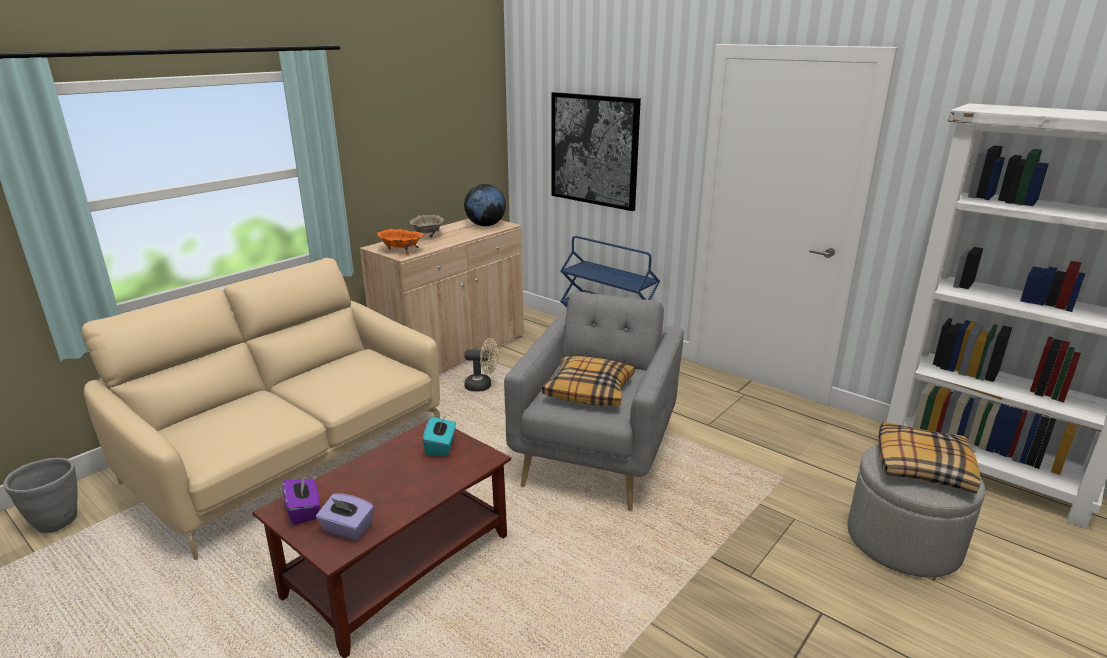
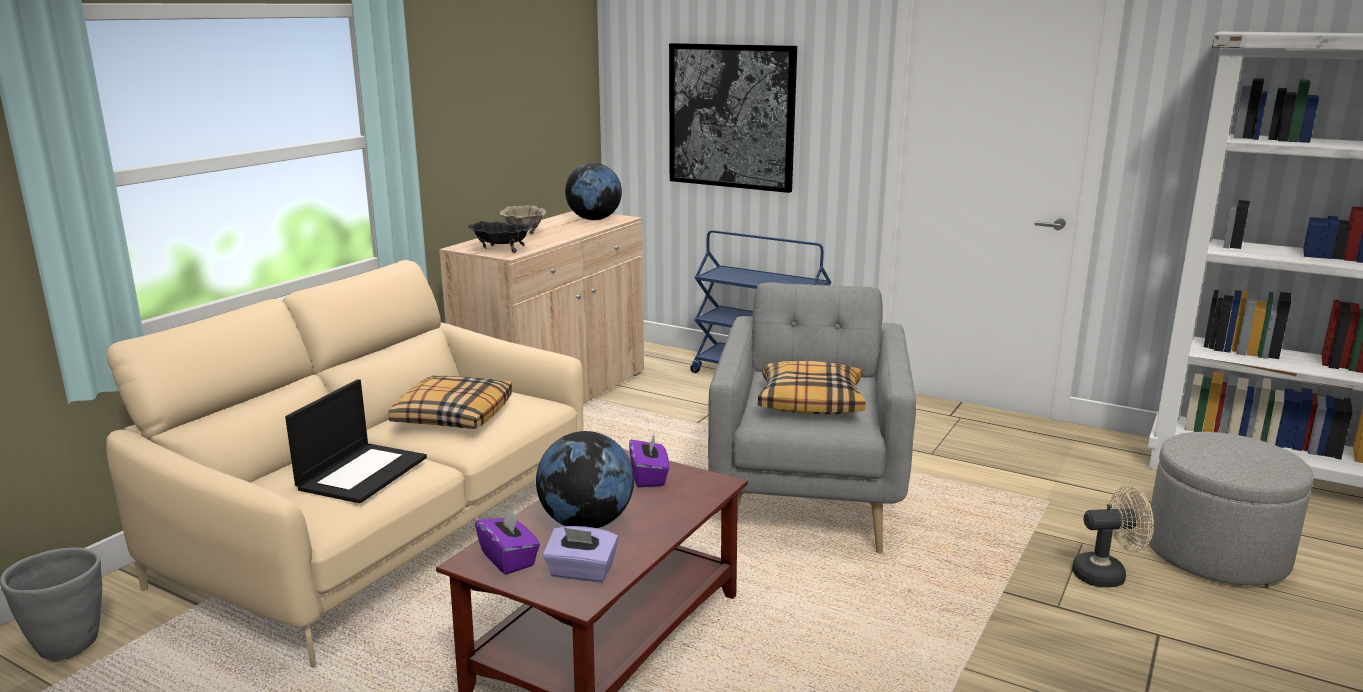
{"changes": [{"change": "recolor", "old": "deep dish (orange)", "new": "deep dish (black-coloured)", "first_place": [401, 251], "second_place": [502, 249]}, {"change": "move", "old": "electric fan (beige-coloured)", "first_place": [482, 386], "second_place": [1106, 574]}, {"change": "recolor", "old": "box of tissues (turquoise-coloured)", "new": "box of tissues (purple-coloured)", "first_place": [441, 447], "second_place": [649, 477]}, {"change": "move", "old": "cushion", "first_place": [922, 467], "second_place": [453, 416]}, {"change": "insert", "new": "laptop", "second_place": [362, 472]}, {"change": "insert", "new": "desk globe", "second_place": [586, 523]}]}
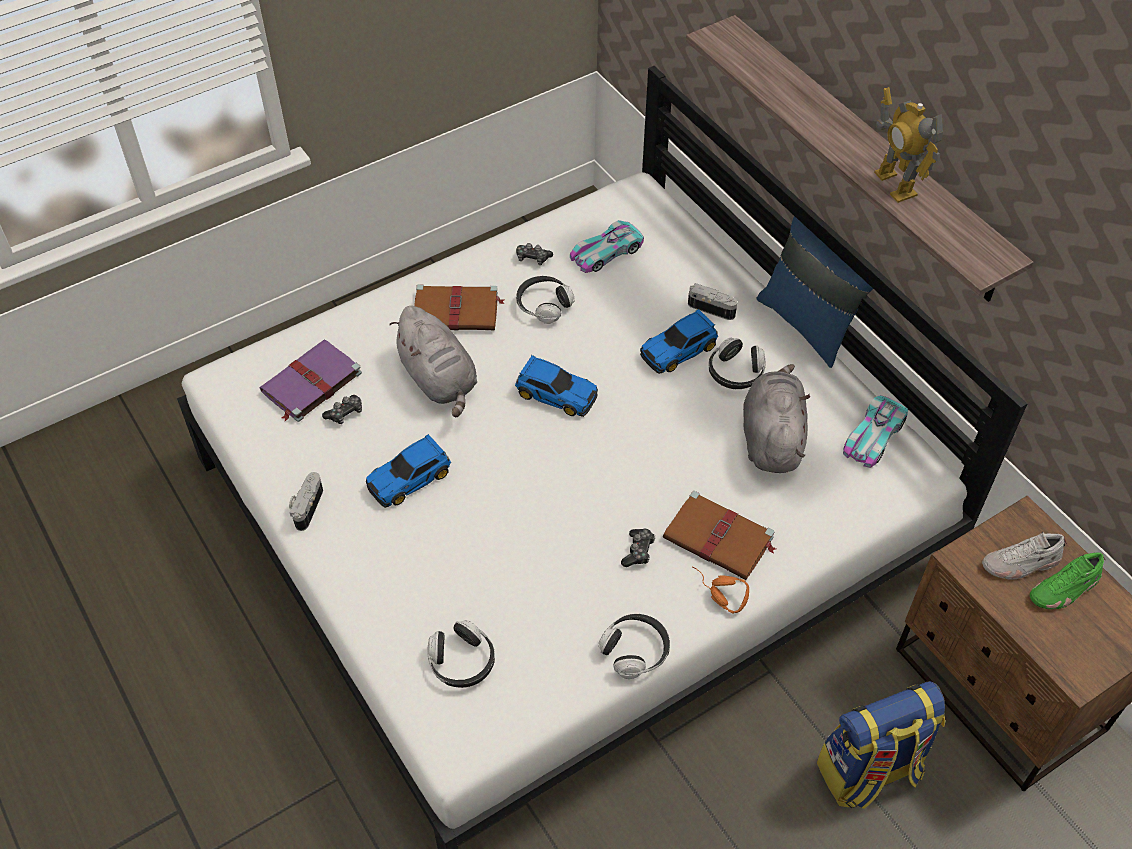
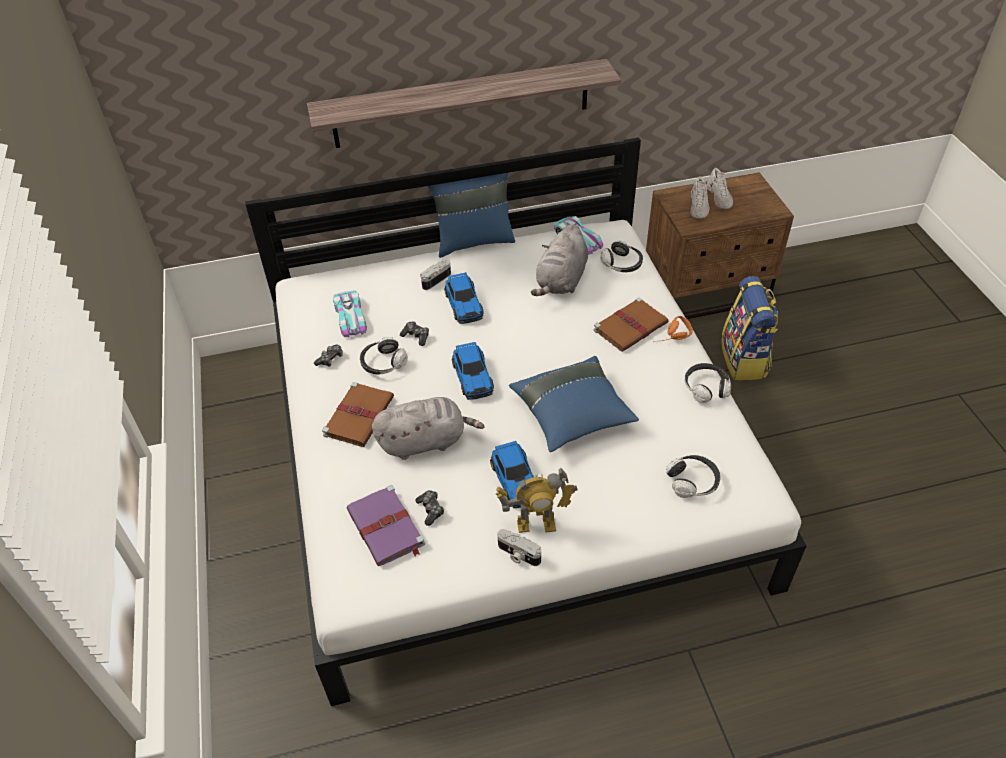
{"changes": [{"change": "move", "old": "toy robot", "first_place": [895, 184], "second_place": [536, 524]}, {"change": "move", "old": "pair of headphones", "first_place": [735, 373], "second_place": [621, 264]}, {"change": "rotate", "old": "model car", "first_place": [555, 393], "second_place": [473, 376], "degrees": 120}, {"change": "rotate", "old": "soft toy (greyish)", "first_place": [771, 438], "second_place": [561, 281], "degrees": -90}, {"change": "move", "old": "gamepad", "first_place": [638, 551], "second_place": [416, 336]}, {"change": "recolor", "old": "shoe (green-coloured)", "new": "shoe (whitish)", "first_place": [1064, 589], "second_place": [719, 197]}, {"change": "insert", "new": "cushion (blue-coloured)", "second_place": [572, 415]}]}
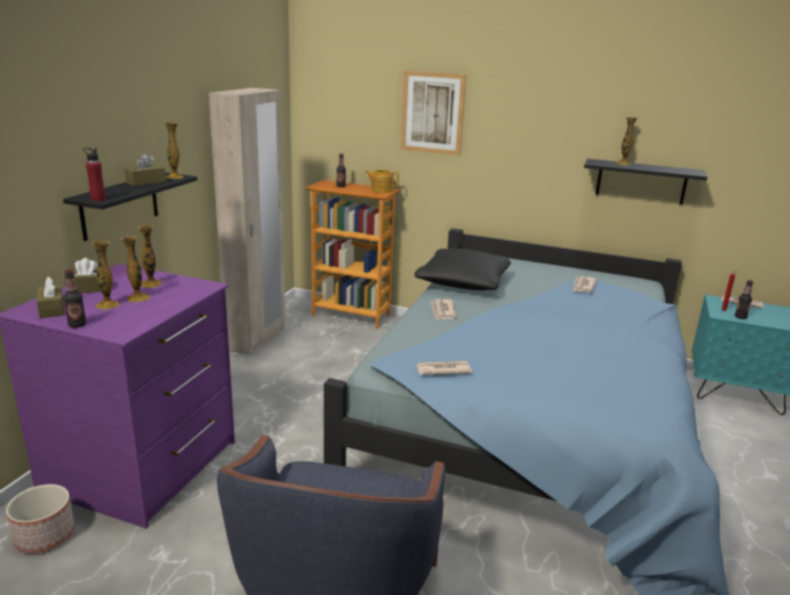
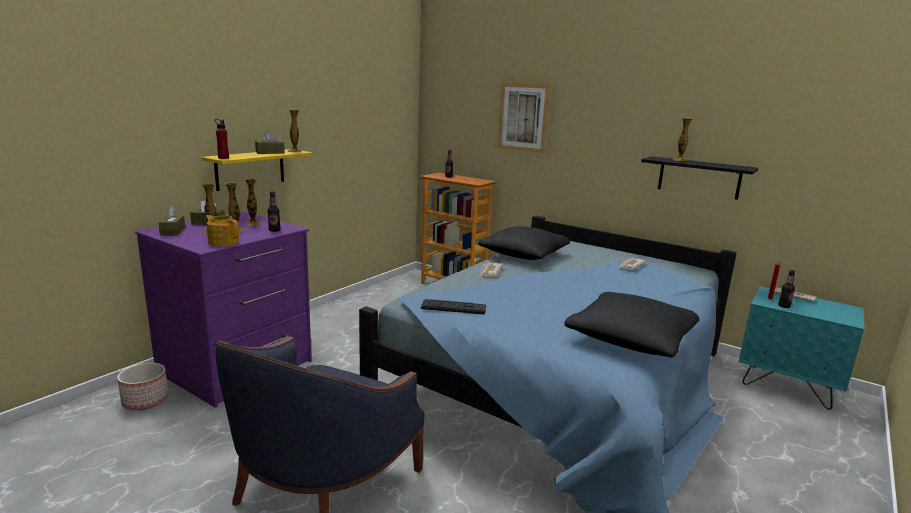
{"changes": [{"change": "delete", "old": "wardrobe (beige-coloured)", "first_place": [257, 339]}, {"change": "move", "old": "teapot", "first_place": [381, 190], "second_place": [223, 242]}, {"change": "recolor", "old": "wall shelf (black-coloured)", "new": "wall shelf (yellow)", "first_place": [120, 206], "second_place": [250, 169]}, {"change": "move", "old": "bottle", "first_place": [77, 325], "second_place": [274, 230]}, {"change": "replace", "old": "daily paper", "new": "PC keyboard", "first_place": [442, 370], "second_place": [453, 307]}, {"change": "insert", "new": "cushion (black-coloured)", "second_place": [631, 339]}]}
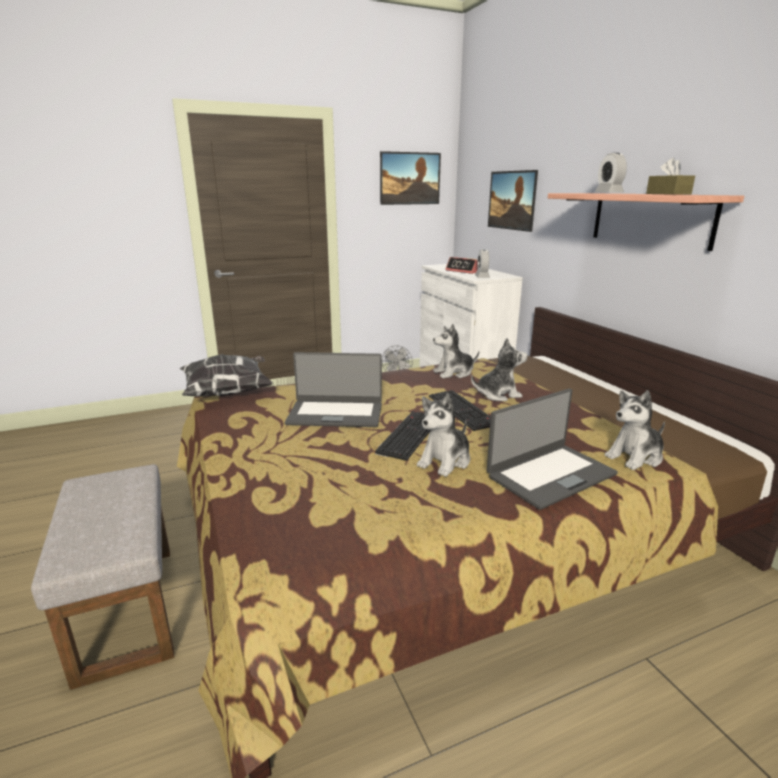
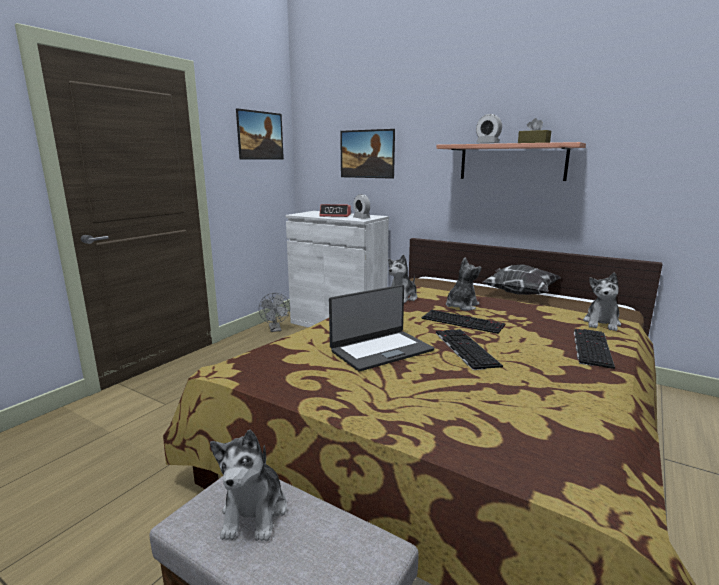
{"changes": [{"change": "move", "old": "cushion", "first_place": [228, 393], "second_place": [519, 294]}, {"change": "replace", "old": "laptop", "new": "PC keyboard", "first_place": [550, 474], "second_place": [590, 347]}, {"change": "move", "old": "soft toy", "first_place": [445, 461], "second_place": [254, 512]}]}
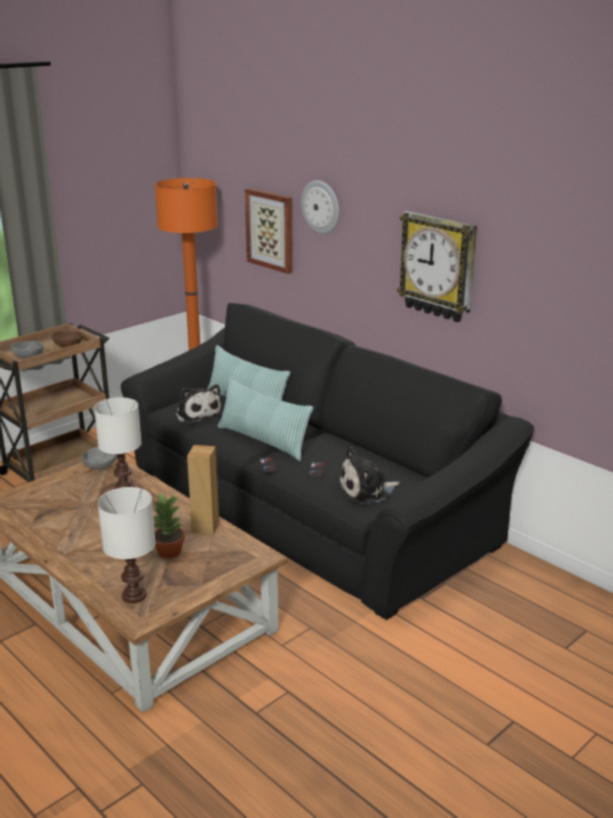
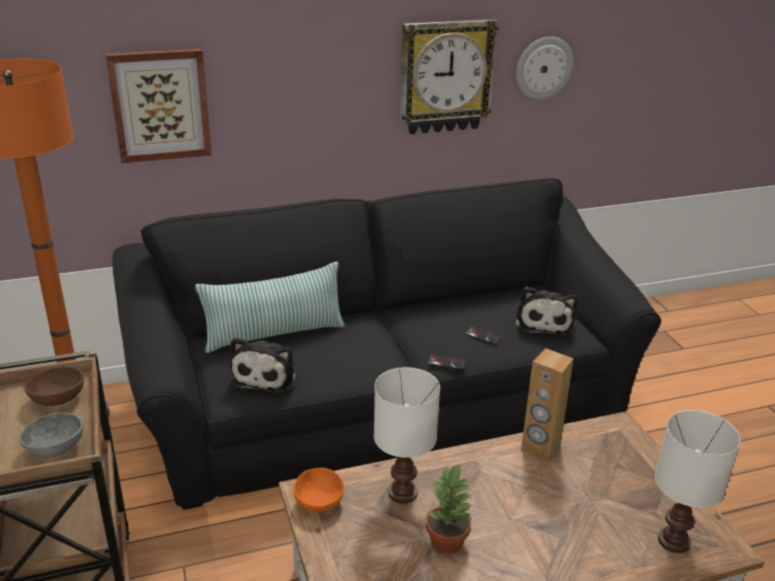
{"changes": [{"change": "move", "old": "clock on the wall", "first_place": [321, 207], "second_place": [543, 68]}, {"change": "delete", "old": "cushion", "first_place": [263, 440]}, {"change": "rotate", "old": "soft toy", "first_place": [197, 414], "second_place": [266, 375], "degrees": 105}, {"change": "recolor", "old": "deep dish (greyish)", "new": "deep dish (orange)", "first_place": [100, 466], "second_place": [320, 502]}, {"change": "move", "old": "potted plant", "first_place": [169, 552], "second_place": [447, 541]}]}
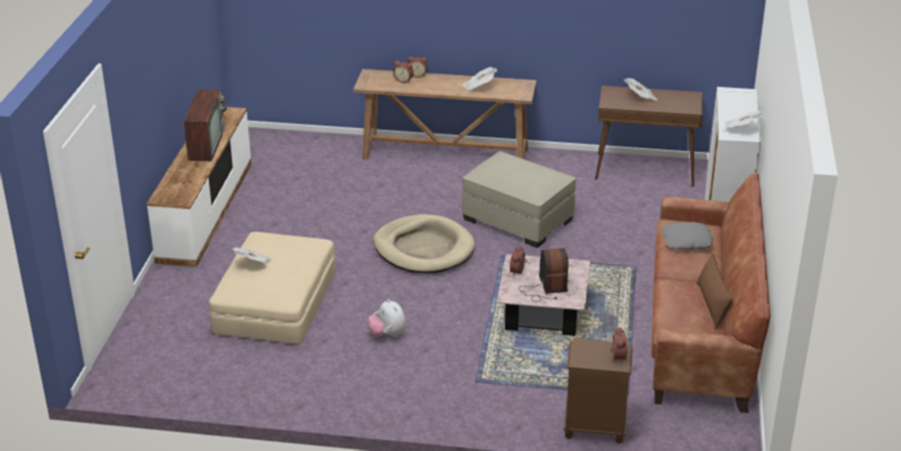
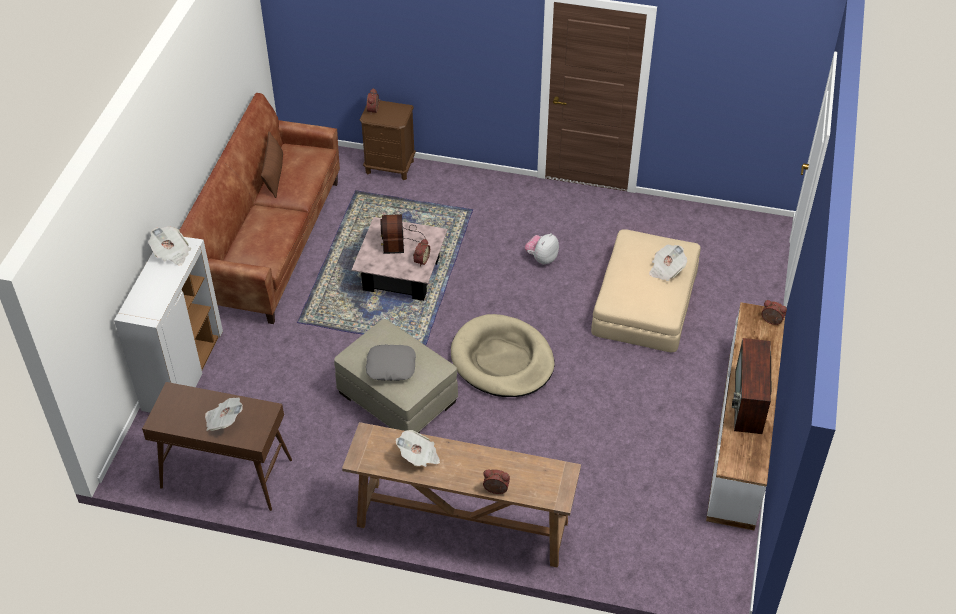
{"changes": [{"change": "move", "old": "table clock", "first_place": [404, 80], "second_place": [771, 321]}, {"change": "move", "old": "cushion (greyish)", "first_place": [686, 241], "second_place": [391, 366]}, {"change": "rotate", "old": "soft toy", "first_place": [387, 335], "second_place": [541, 258], "degrees": -120}]}
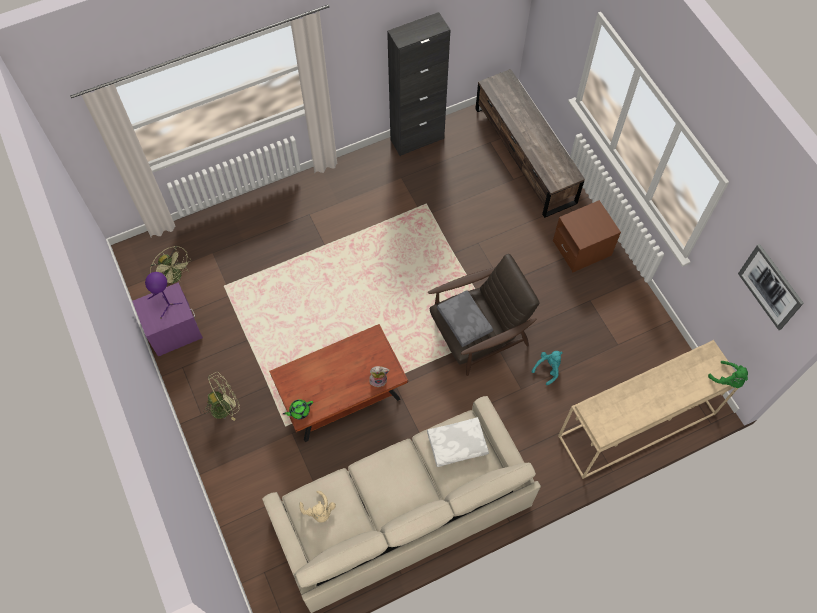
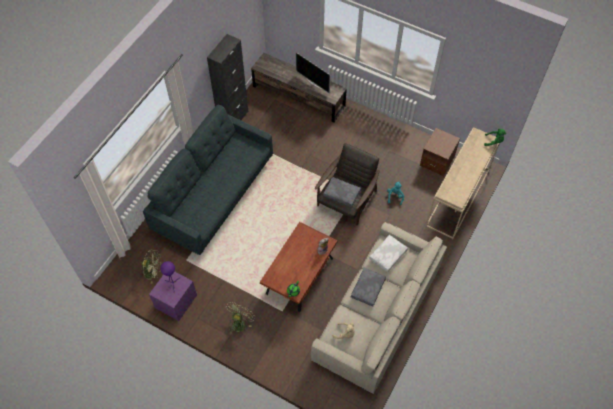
{"changes": [{"change": "move", "old": "bedside table (brownish)", "first_place": [582, 248], "second_place": [437, 160]}, {"change": "delete", "old": "picture", "first_place": [770, 287]}, {"change": "insert", "new": "TV set", "second_place": [314, 83]}, {"change": "insert", "new": "sofa (greyish)", "second_place": [214, 196]}, {"change": "insert", "new": "cushion (greyish)", "second_place": [368, 289]}]}
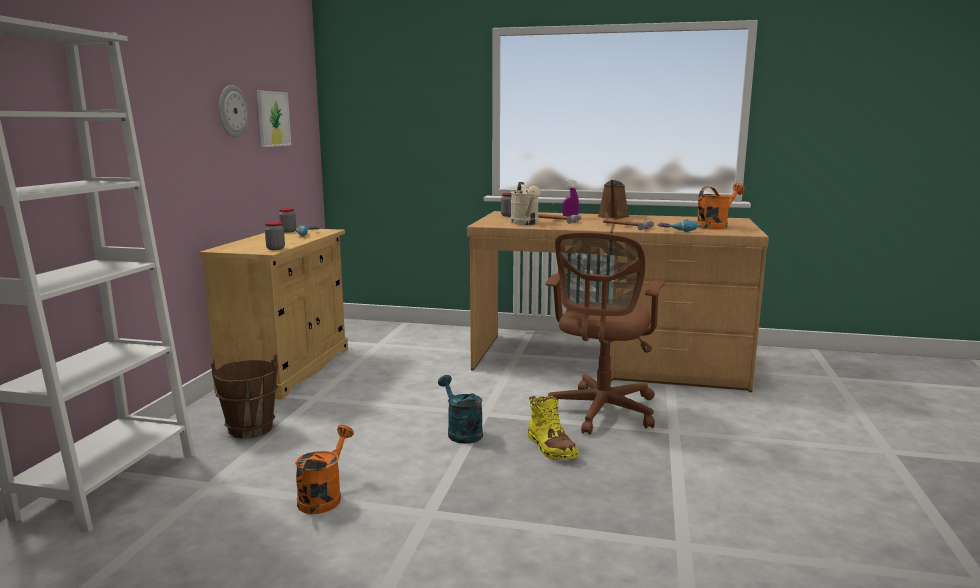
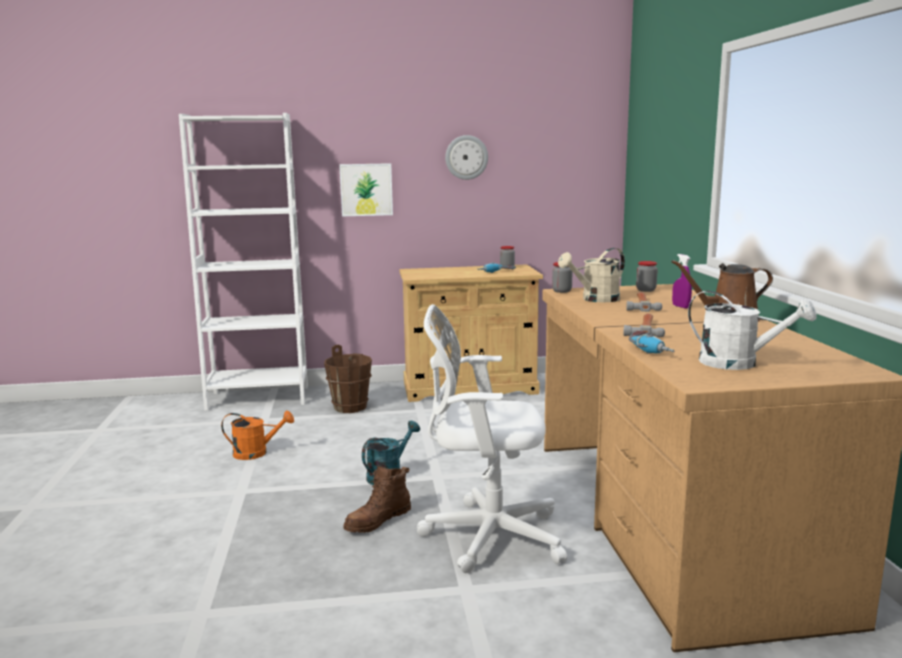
{"changes": [{"change": "move", "old": "picture", "first_place": [273, 119], "second_place": [366, 189]}, {"change": "recolor", "old": "watering can (orange)", "new": "watering can (whitish)", "first_place": [715, 226], "second_place": [739, 363]}, {"change": "move", "old": "storage jar", "first_place": [275, 249], "second_place": [561, 291]}, {"change": "recolor", "old": "computer chair (brownish)", "new": "computer chair (whitish)", "first_place": [601, 413], "second_place": [486, 535]}, {"change": "recolor", "old": "high-top boot (yellow)", "new": "high-top boot (brownish)", "first_place": [551, 448], "second_place": [378, 520]}]}
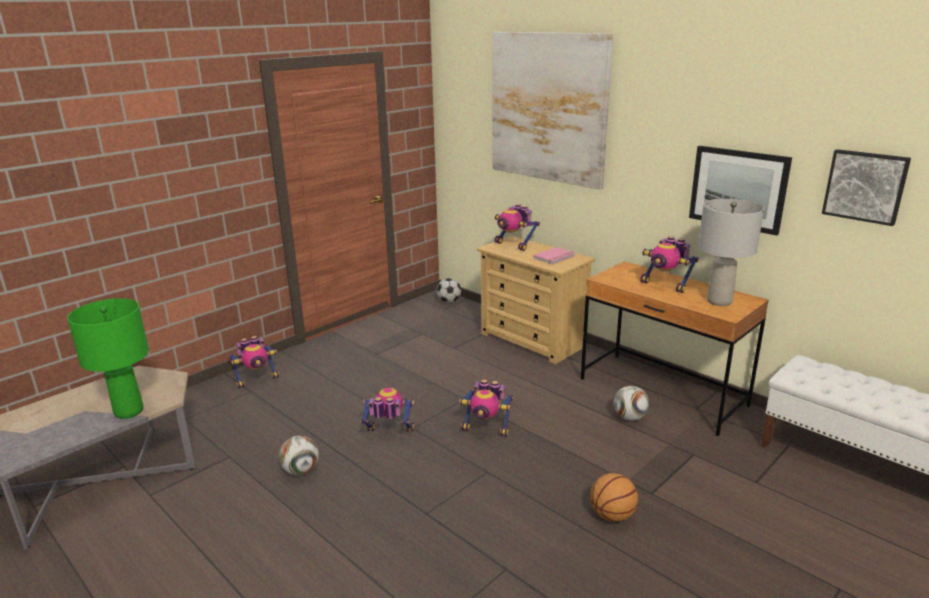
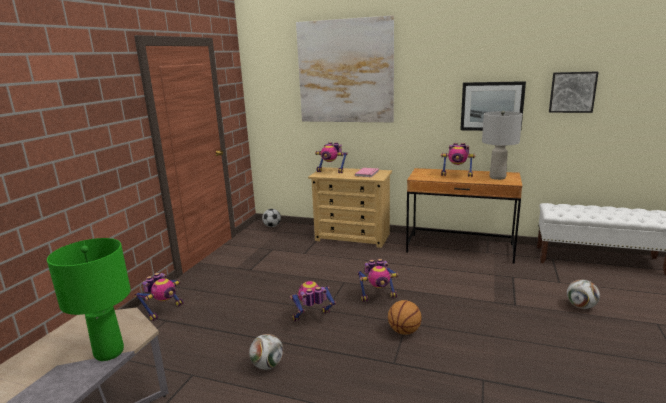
{"changes": [{"change": "move", "old": "ball for football", "first_place": [630, 418], "second_place": [581, 306]}, {"change": "move", "old": "basketball ball", "first_place": [612, 515], "second_place": [404, 331]}]}
